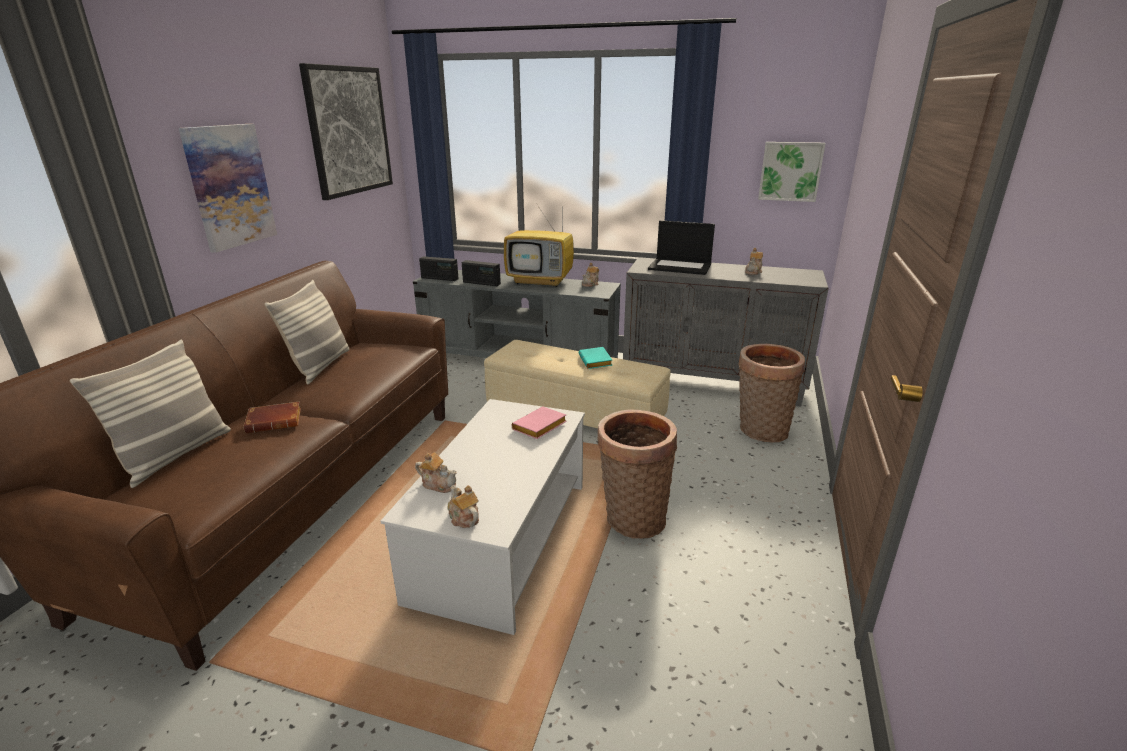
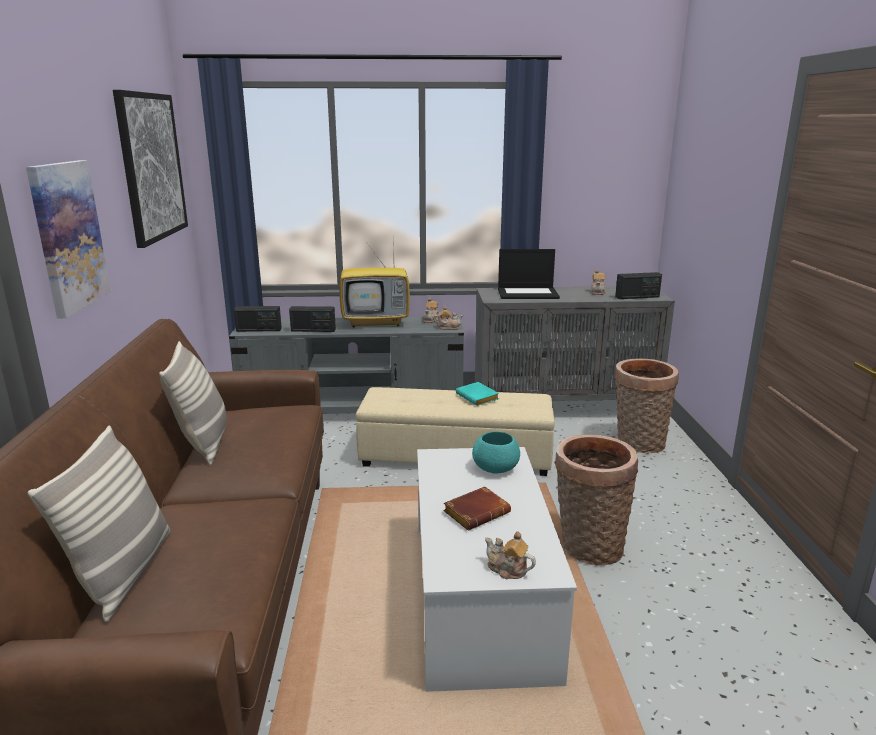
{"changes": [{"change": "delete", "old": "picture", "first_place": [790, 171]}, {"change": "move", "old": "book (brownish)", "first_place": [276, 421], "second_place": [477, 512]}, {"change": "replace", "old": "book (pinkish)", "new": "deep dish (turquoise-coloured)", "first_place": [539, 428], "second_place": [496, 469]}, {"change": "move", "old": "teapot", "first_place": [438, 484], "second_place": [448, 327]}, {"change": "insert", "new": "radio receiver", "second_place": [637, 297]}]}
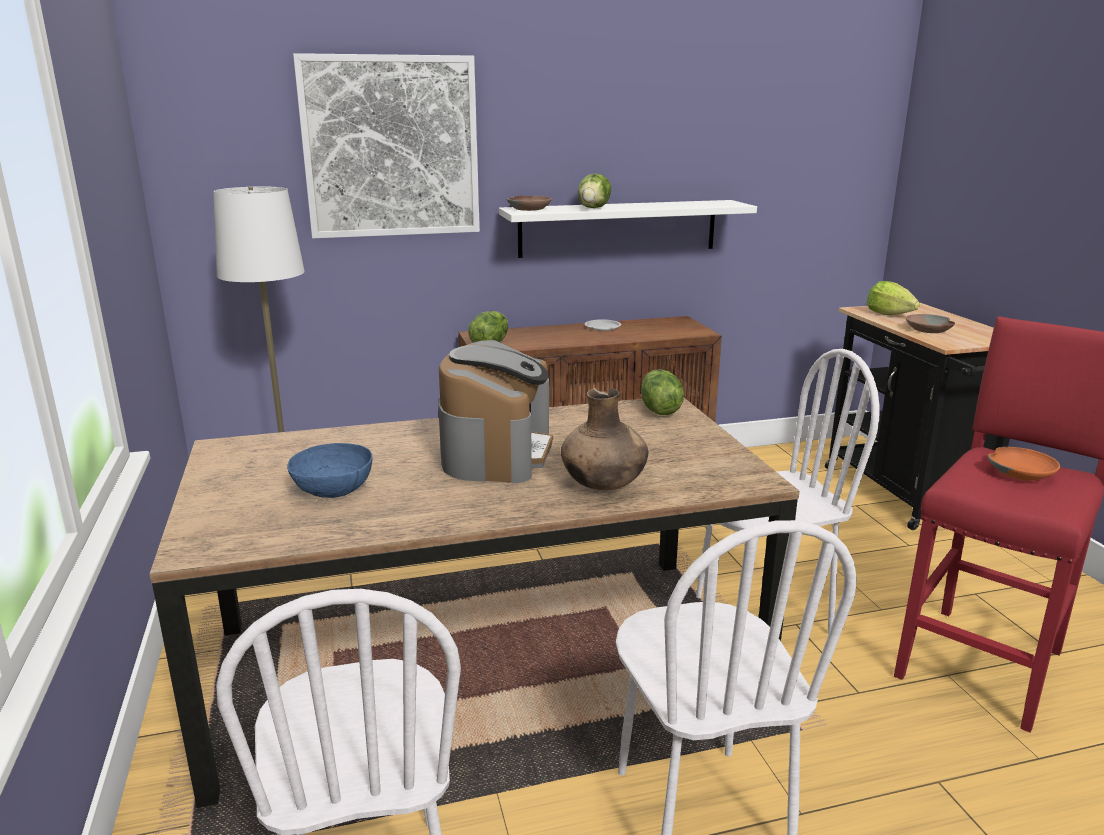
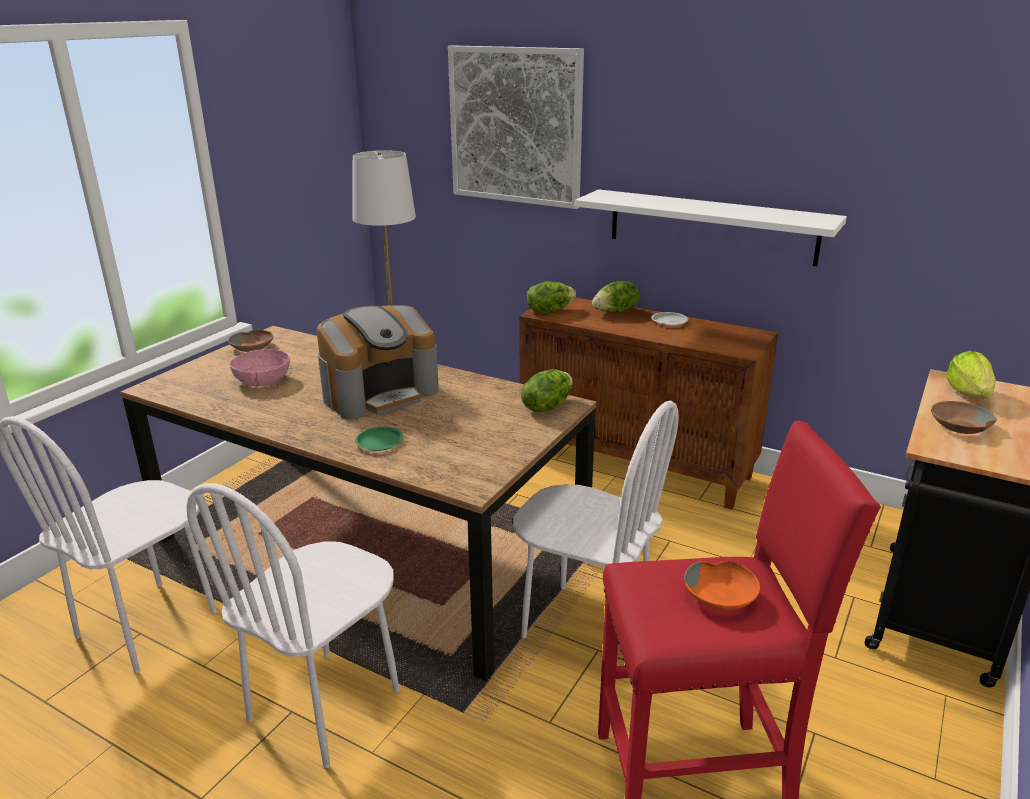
{"changes": [{"change": "move", "old": "lettuce head", "first_place": [594, 208], "second_place": [616, 311]}, {"change": "move", "old": "deep dish (brownish)", "first_place": [530, 209], "second_place": [253, 347]}, {"change": "replace", "old": "flower vase (brownish)", "new": "dinner plate (green-coloured)", "first_place": [604, 485], "second_place": [379, 442]}, {"change": "recolor", "old": "deep dish (blue-coloured)", "new": "deep dish (pinkish)", "first_place": [333, 488], "second_place": [262, 380]}]}
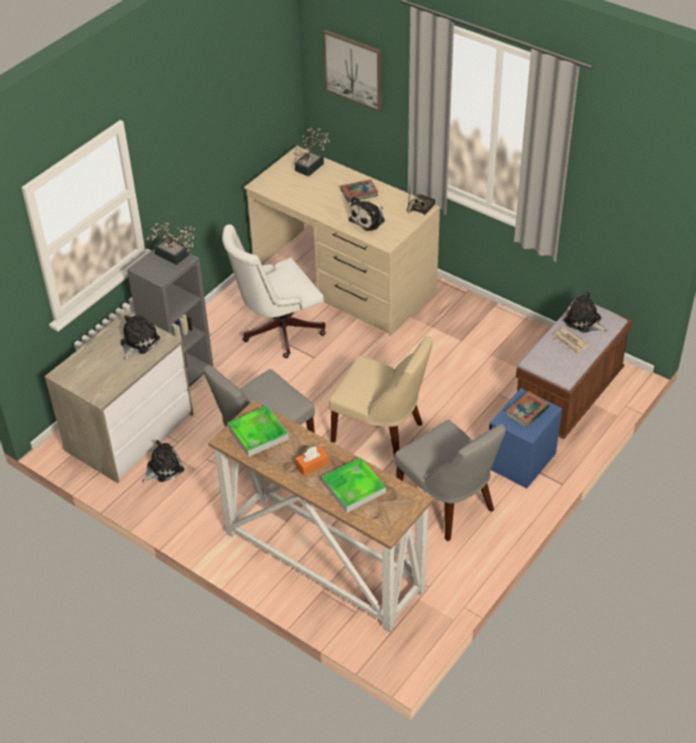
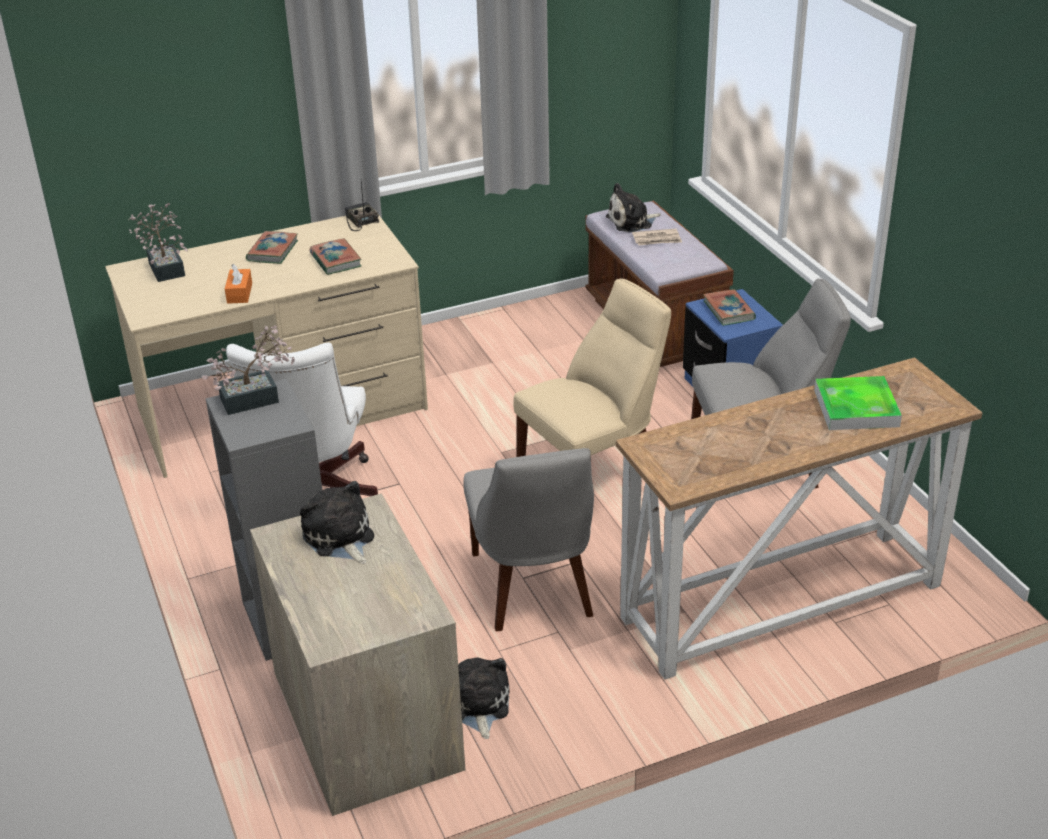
{"changes": [{"change": "delete", "old": "picture", "first_place": [354, 69]}, {"change": "replace", "old": "soft toy", "new": "book", "first_place": [368, 219], "second_place": [335, 260]}, {"change": "delete", "old": "tray", "first_place": [258, 433]}, {"change": "move", "old": "box of tissues (orange)", "first_place": [312, 465], "second_place": [239, 293]}]}
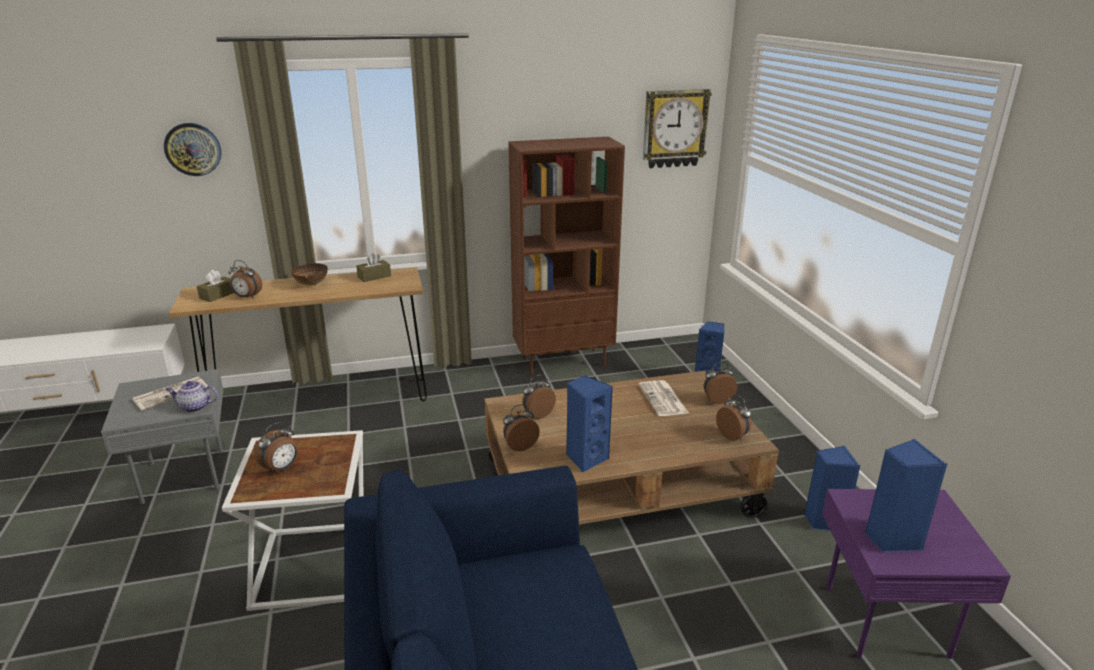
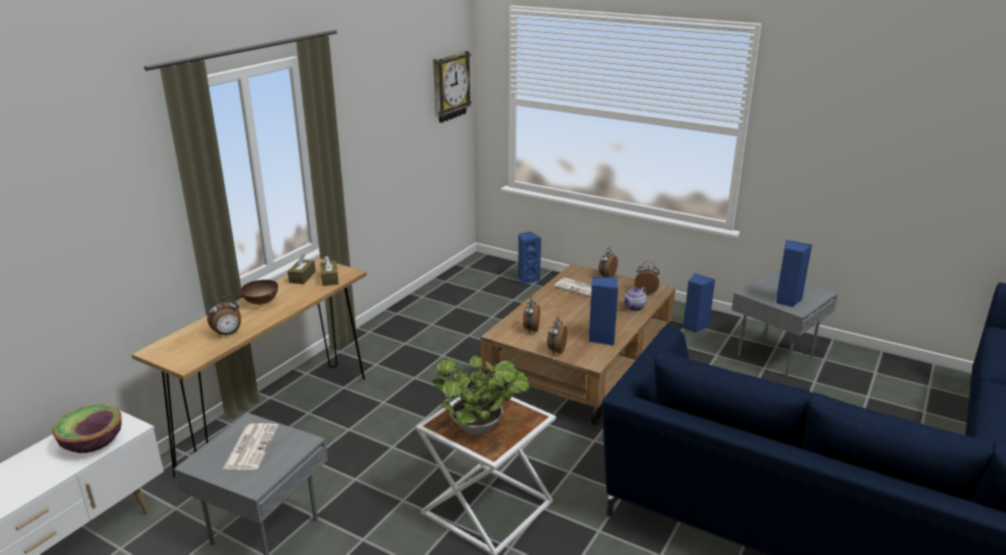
{"changes": [{"change": "delete", "old": "clock on the wall", "first_place": [193, 149]}, {"change": "delete", "old": "bookshelf (brownish)", "first_place": [563, 361]}, {"change": "move", "old": "box of tissues (brownish)", "first_place": [218, 295], "second_place": [330, 279]}, {"change": "move", "old": "teapot", "first_place": [194, 407], "second_place": [634, 307]}, {"change": "replace", "old": "table clock", "new": "potted plant", "first_place": [281, 468], "second_place": [480, 428]}, {"change": "recolor", "old": "accent table (purple-coloured)", "new": "accent table (greyish)", "first_place": [887, 618], "second_place": [774, 354]}, {"change": "insert", "new": "deep dish", "second_place": [93, 444]}]}
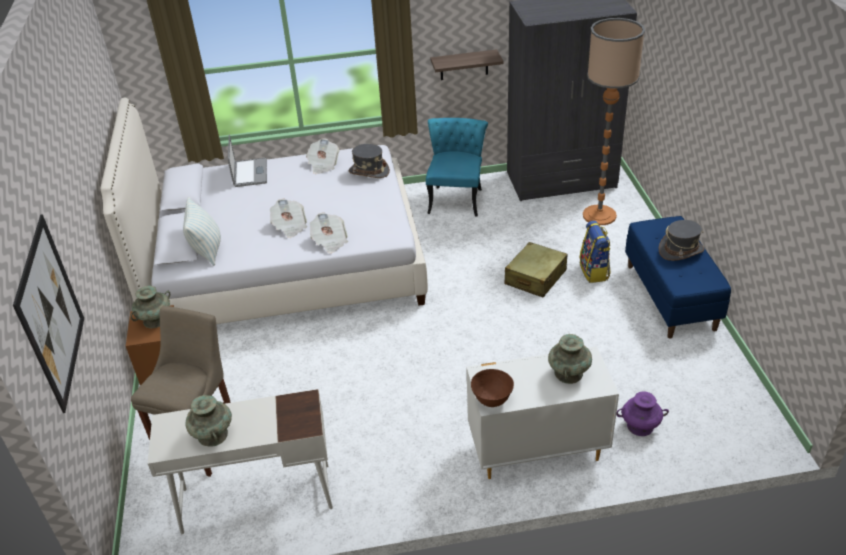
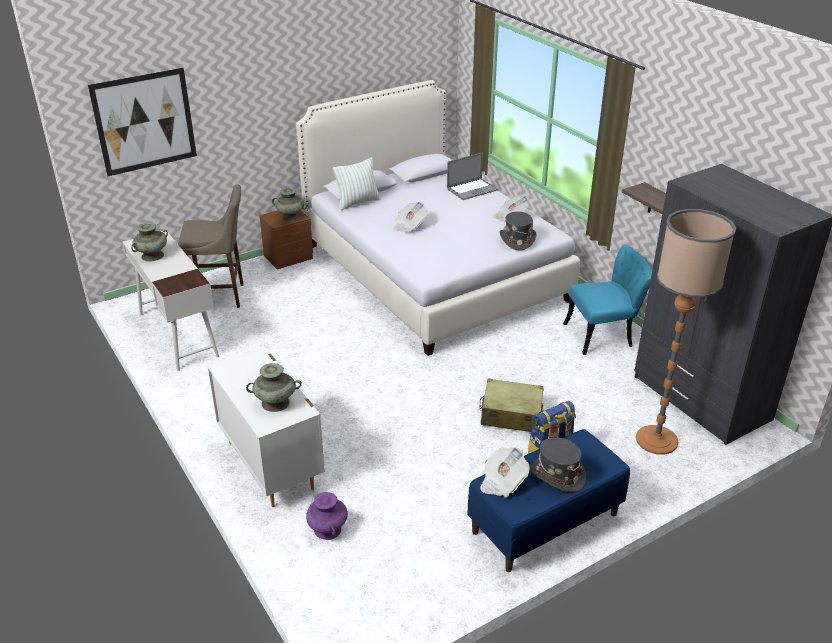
{"changes": [{"change": "move", "old": "daily paper", "first_place": [330, 241], "second_place": [502, 482]}, {"change": "delete", "old": "deep dish (brownish)", "first_place": [492, 400]}]}
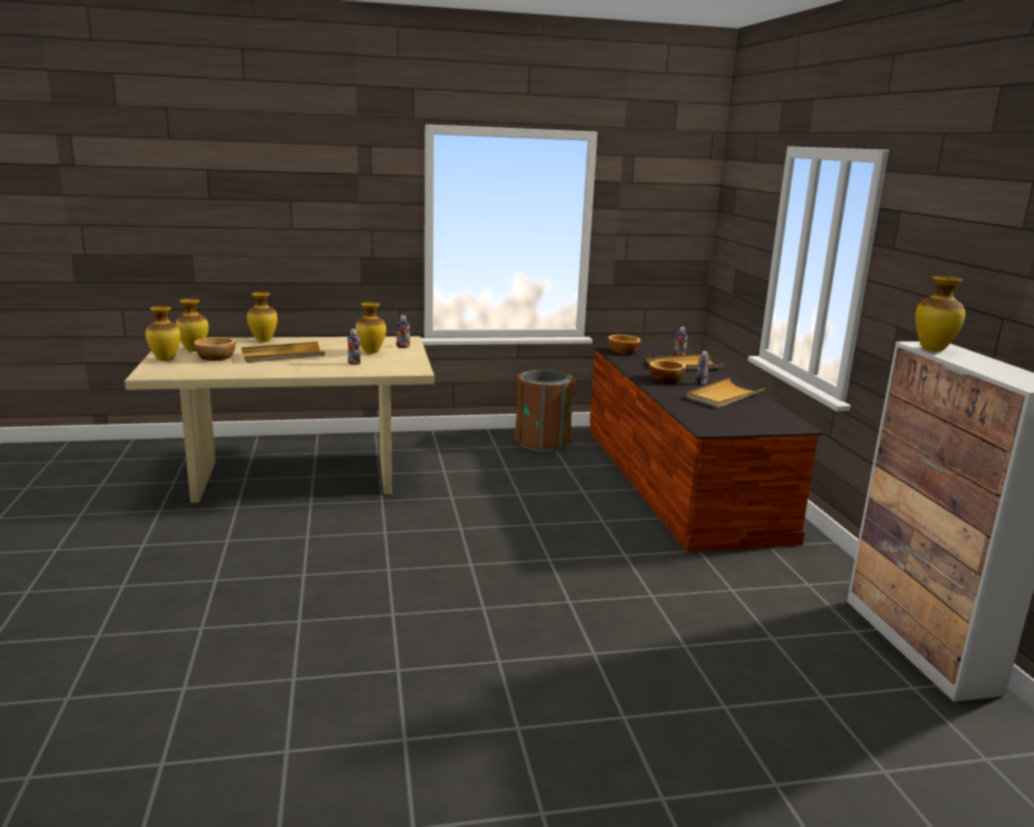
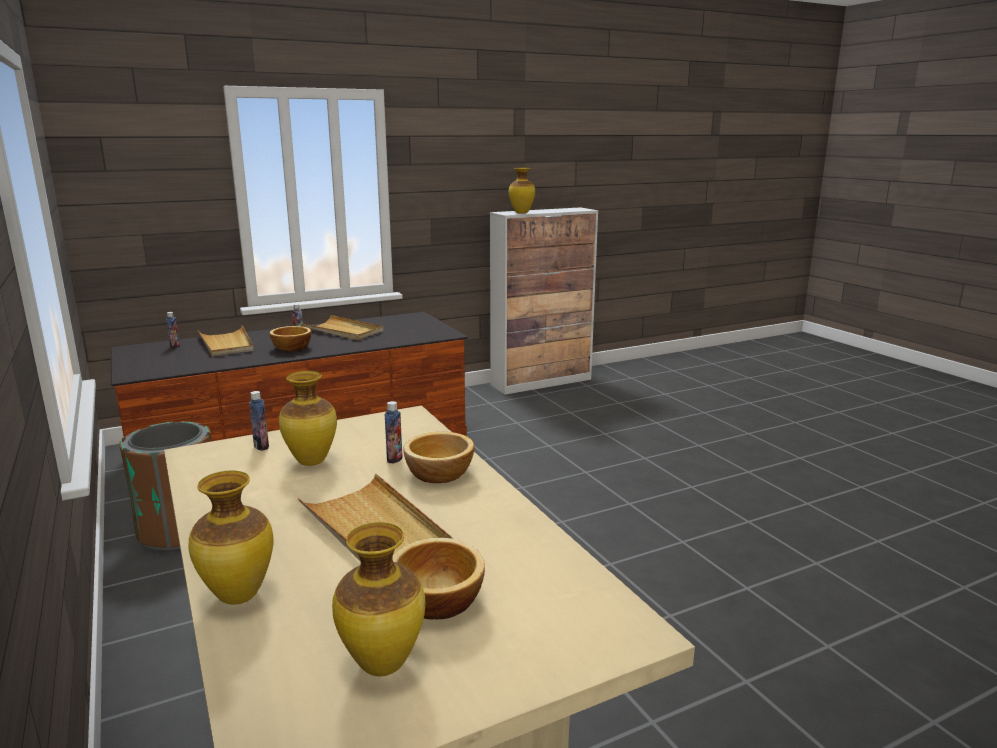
{"changes": [{"change": "delete", "old": "flower vase", "first_place": [166, 360]}, {"change": "move", "old": "deep dish", "first_place": [622, 352], "second_place": [440, 474]}]}
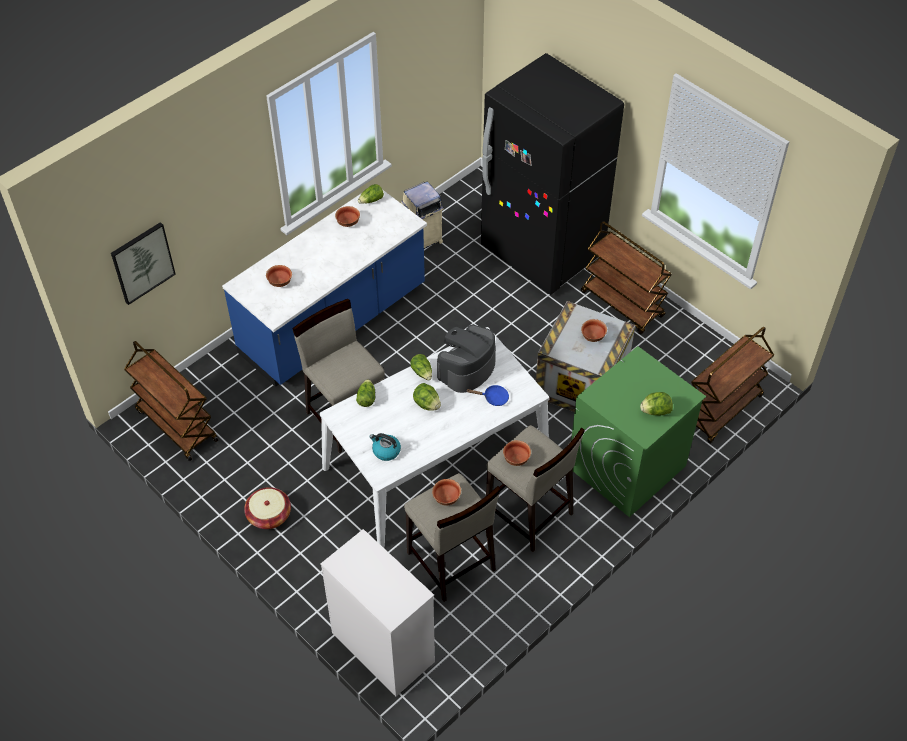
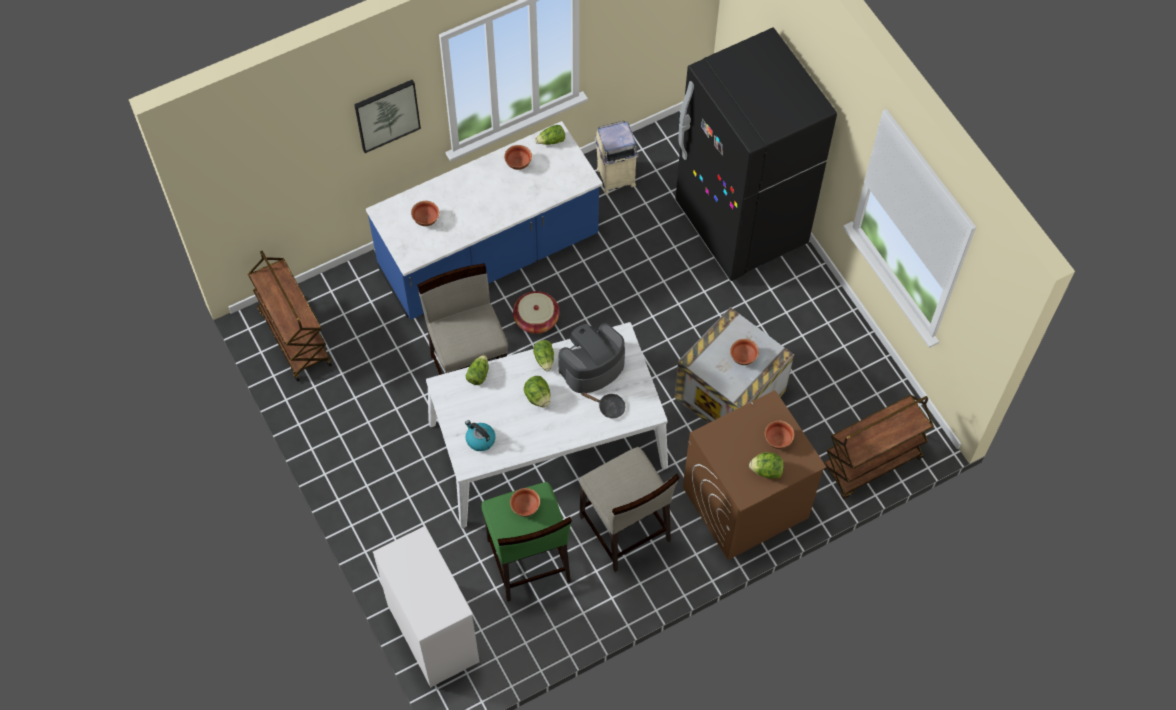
{"changes": [{"change": "delete", "old": "cart (brownish)", "first_place": [623, 304]}, {"change": "move", "old": "picture", "first_place": [142, 262], "second_place": [387, 114]}, {"change": "recolor", "old": "laundry appliance (green-coloured)", "new": "laundry appliance (brownish)", "first_place": [626, 467], "second_place": [744, 503]}, {"change": "recolor", "old": "skillet (blue-coloured)", "new": "skillet (black-coloured)", "first_place": [493, 398], "second_place": [608, 407]}, {"change": "move", "old": "deep dish", "first_place": [516, 459], "second_place": [777, 439]}, {"change": "recolor", "old": "sitting stool (beige-coloured)", "new": "sitting stool (green-coloured)", "first_place": [451, 562], "second_place": [528, 561]}, {"change": "move", "old": "storage basket", "first_place": [269, 515], "second_place": [536, 319]}]}
